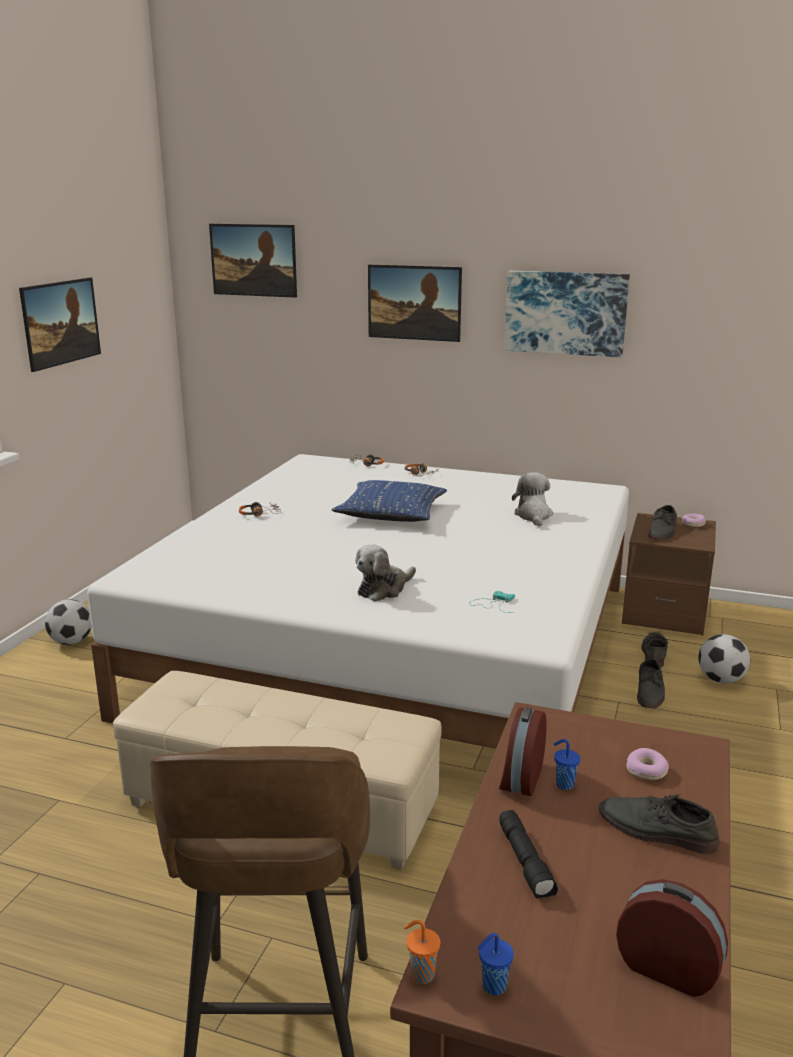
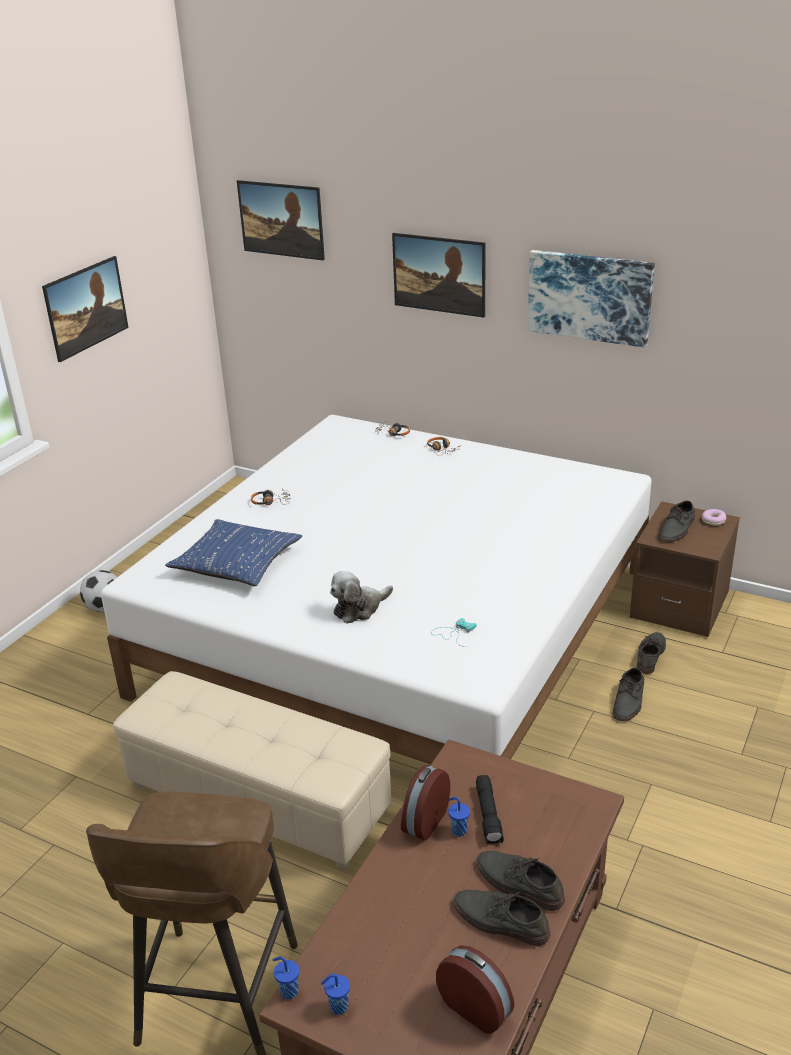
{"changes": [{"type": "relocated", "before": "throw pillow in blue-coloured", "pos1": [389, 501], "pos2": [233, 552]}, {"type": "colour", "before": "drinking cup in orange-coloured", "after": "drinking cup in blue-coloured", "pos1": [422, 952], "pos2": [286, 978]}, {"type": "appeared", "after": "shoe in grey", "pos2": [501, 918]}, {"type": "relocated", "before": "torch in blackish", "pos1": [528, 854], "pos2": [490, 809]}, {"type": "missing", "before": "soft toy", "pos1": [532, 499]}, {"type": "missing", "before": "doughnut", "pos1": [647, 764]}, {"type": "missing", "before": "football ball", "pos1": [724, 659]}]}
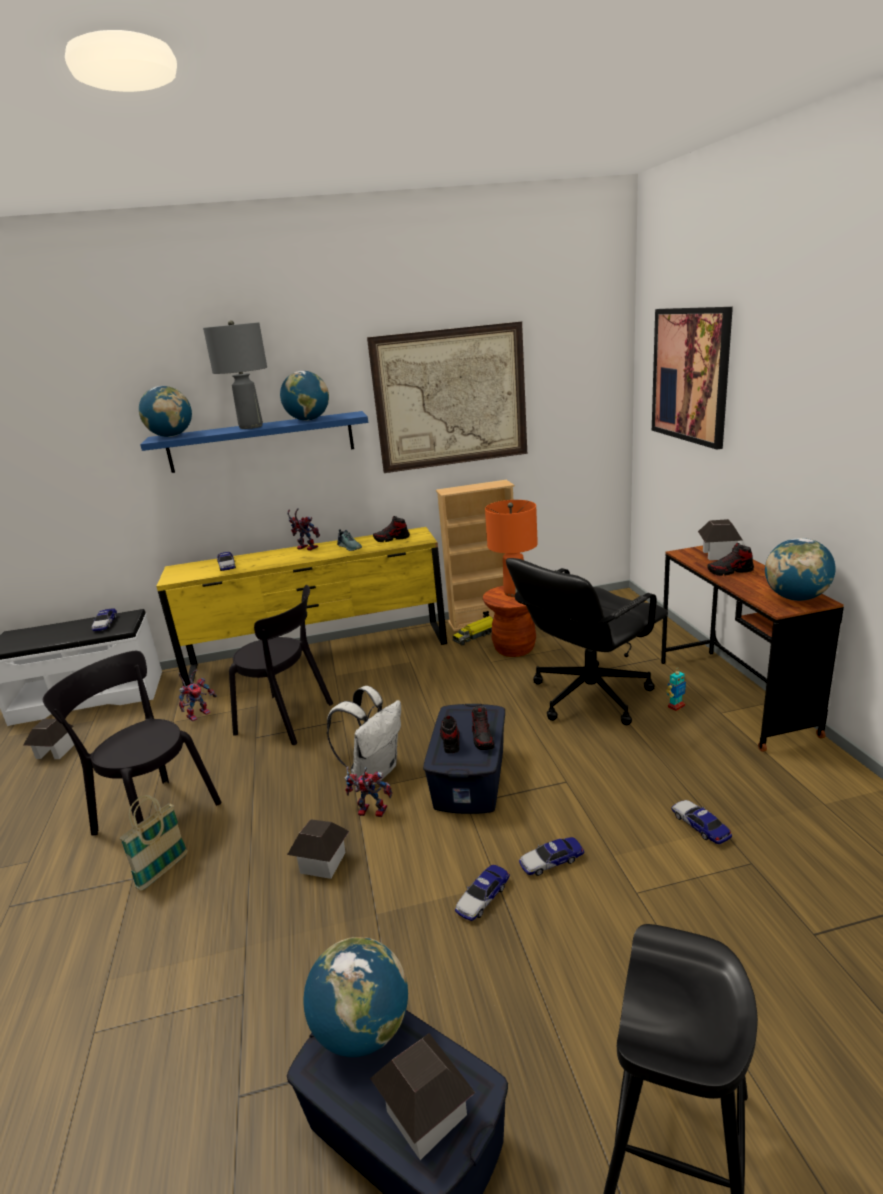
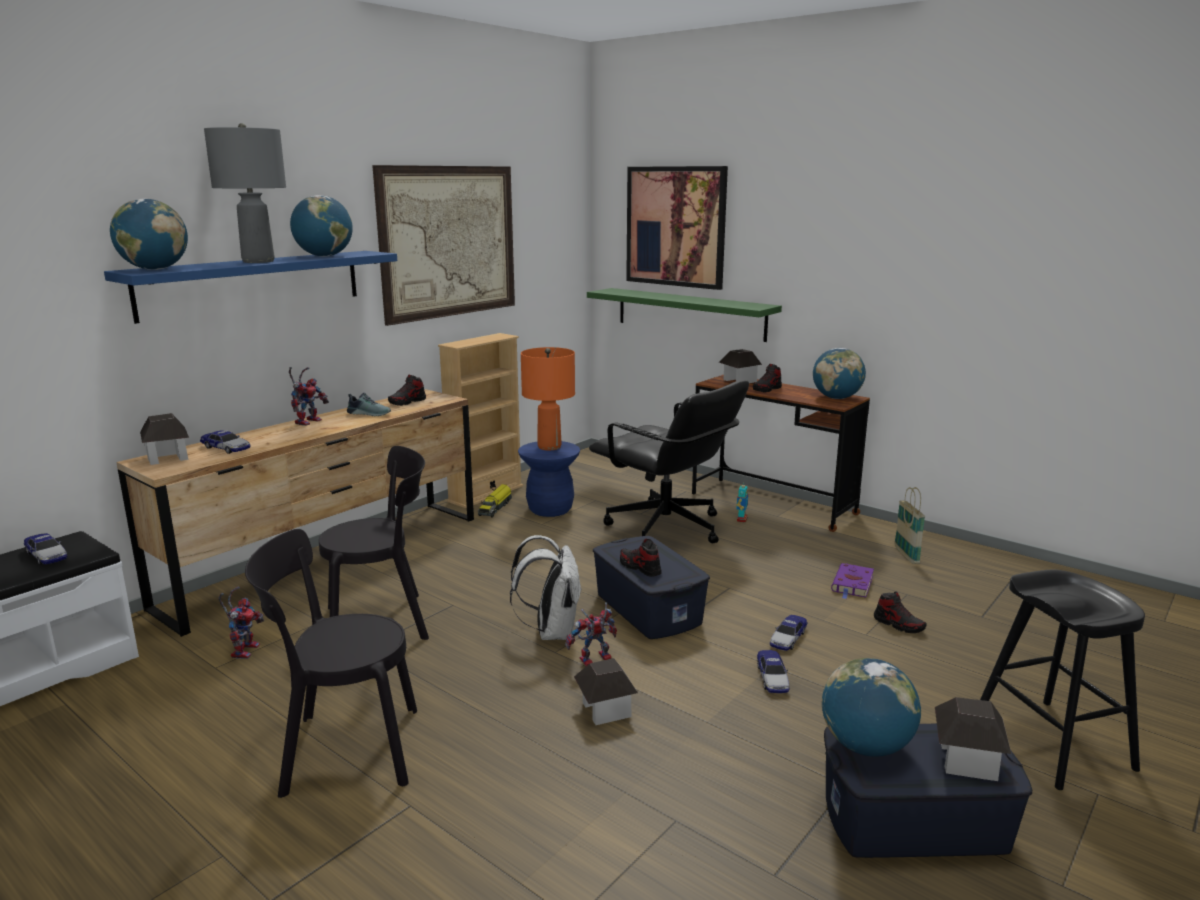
{"changes": [{"type": "colour", "before": "drawer chest in yellow-coloured", "after": "drawer chest in brownish", "pos1": [301, 606], "pos2": [295, 513]}, {"type": "relocated", "before": "model house", "pos1": [48, 739], "pos2": [164, 439]}, {"type": "spun", "before": "model robot", "pos1": [303, 529], "pos2": [309, 396], "turn": 120}, {"type": "colour", "before": "stool in brownish", "after": "stool in blue-coloured", "pos1": [509, 621], "pos2": [549, 479]}, {"type": "appeared", "after": "bracket shelf in green-coloured", "pos2": [684, 315]}, {"type": "spun", "before": "computer chair in blackish", "pos1": [587, 641], "pos2": [669, 461], "turn": -60}, {"type": "exchanged", "before": "toy car", "after": "bound book in purple-coloured", "pos1": [701, 822], "pos2": [852, 581]}, {"type": "relocated", "before": "shoe", "pos1": [483, 728], "pos2": [900, 612]}, {"type": "relocated", "before": "storage basket", "pos1": [153, 842], "pos2": [909, 525]}]}
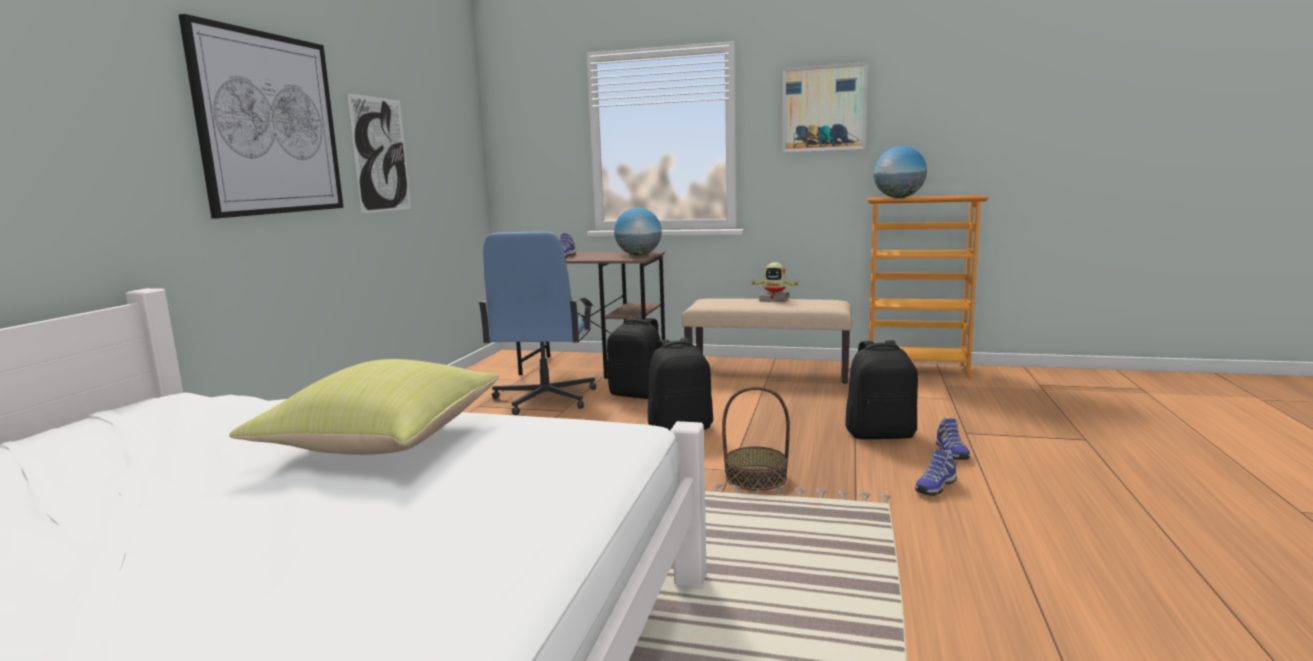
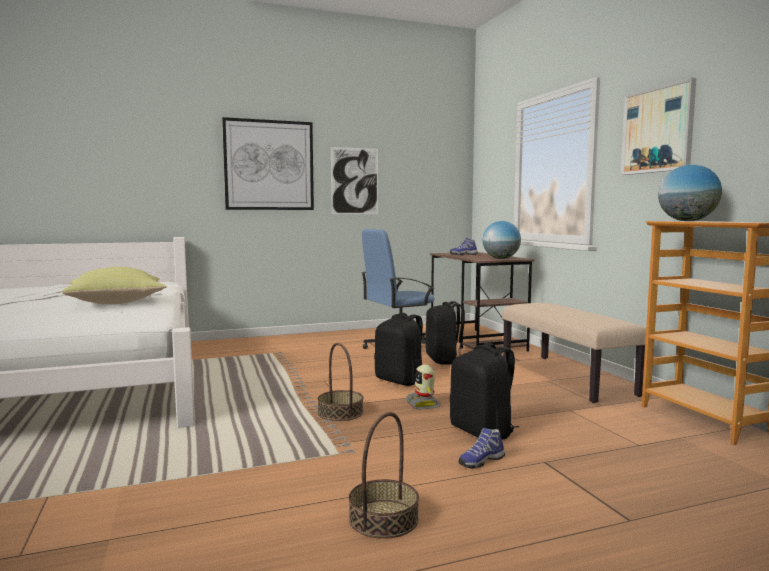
{"changes": [{"type": "appeared", "after": "storage basket", "pos2": [384, 475]}, {"type": "relocated", "before": "model robot", "pos1": [774, 282], "pos2": [423, 387]}, {"type": "missing", "before": "shoe", "pos1": [936, 473]}]}
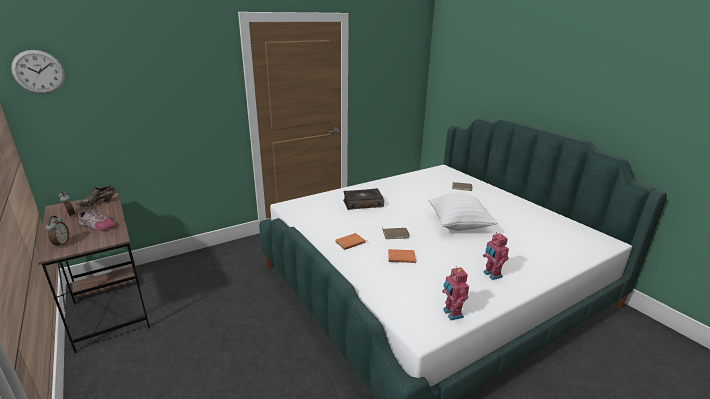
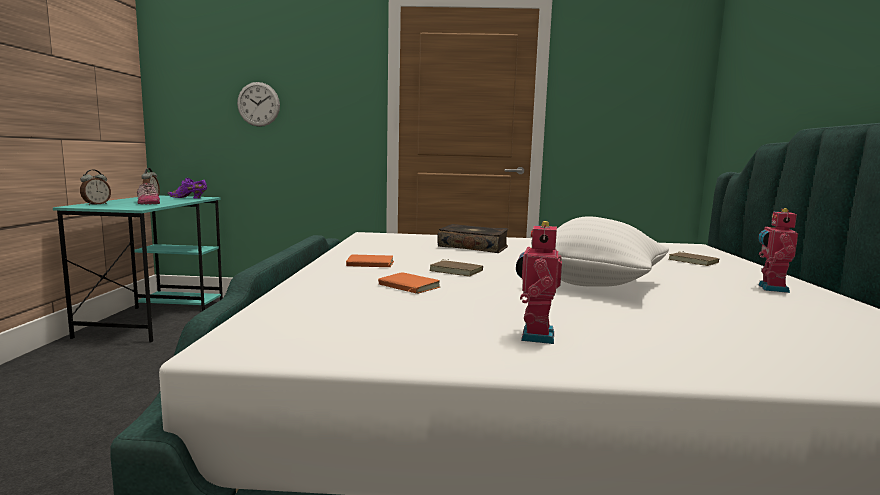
{"changes": [{"type": "colour", "before": "desk table in brownish", "after": "desk table in turquoise-coloured", "pos1": [94, 273], "pos2": [138, 269]}, {"type": "colour", "before": "shoe in brownish", "after": "shoe in purple-coloured", "pos1": [96, 196], "pos2": [187, 188]}, {"type": "relocated", "before": "wall clock", "pos1": [38, 72], "pos2": [258, 104]}, {"type": "relocated", "before": "model robot", "pos1": [455, 293], "pos2": [778, 250]}]}
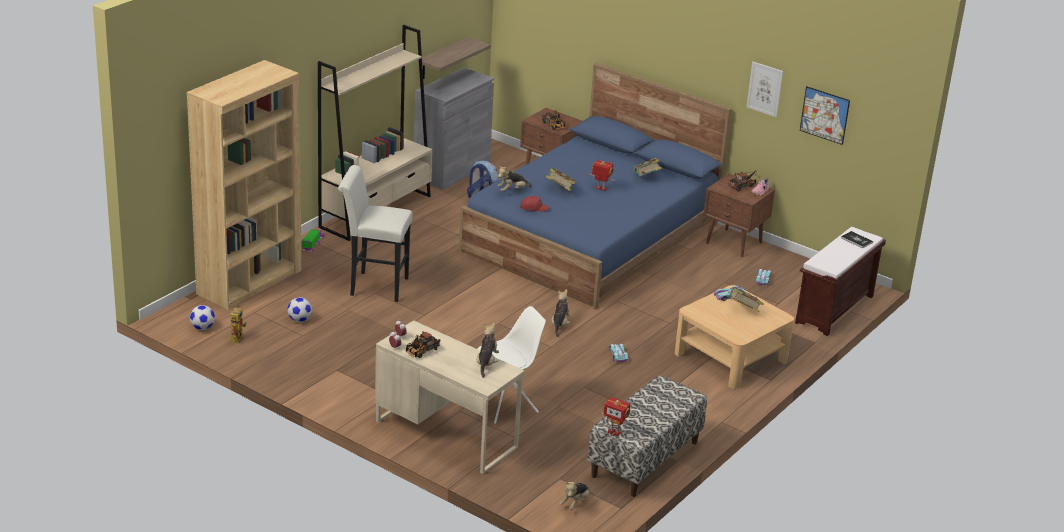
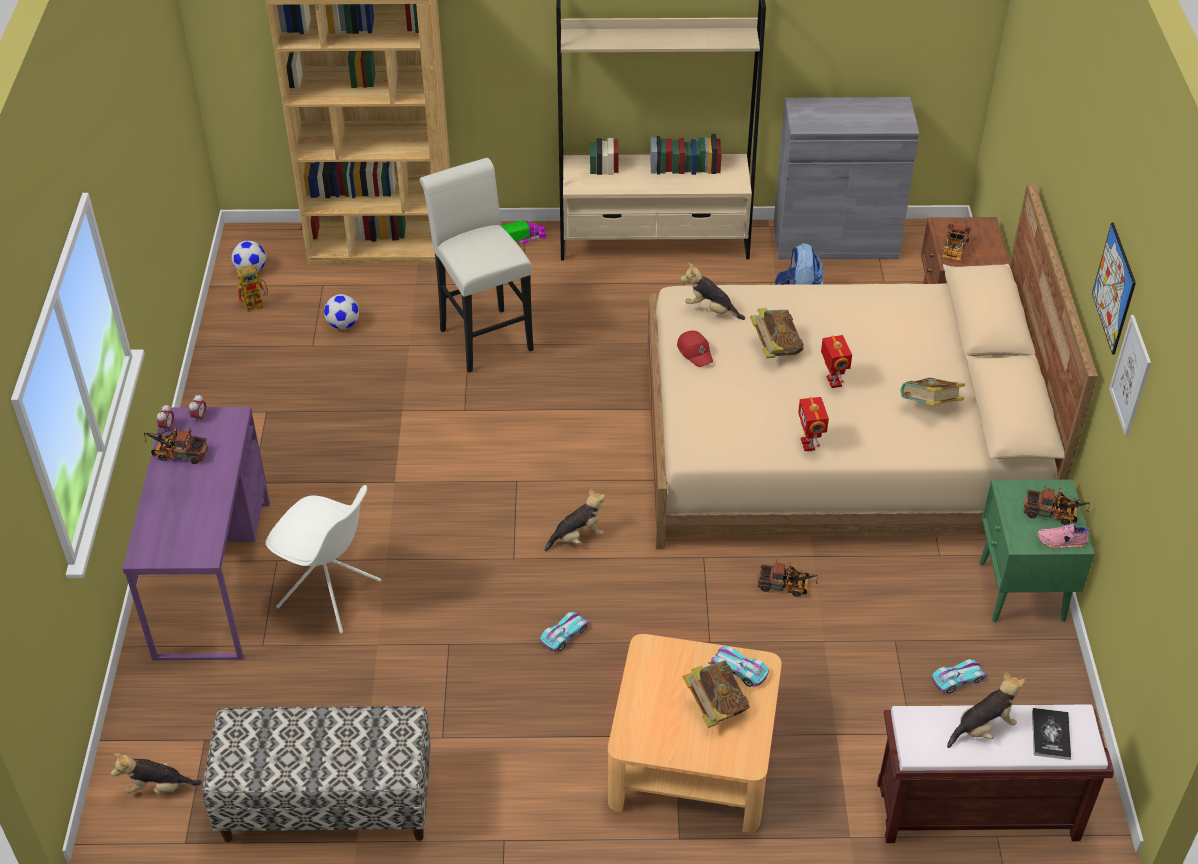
{"changes": [{"type": "colour", "before": "desk table in beige-coloured", "after": "desk table in purple-coloured", "pos1": [449, 397], "pos2": [196, 533]}, {"type": "colour", "before": "bed in blue-coloured", "after": "bed in beige-coloured", "pos1": [595, 186], "pos2": [872, 366]}, {"type": "appeared", "after": "toy truck", "pos2": [787, 578]}, {"type": "relocated", "before": "model robot", "pos1": [616, 416], "pos2": [813, 424]}, {"type": "relocated", "before": "soft toy", "pos1": [488, 350], "pos2": [986, 709]}, {"type": "colour", "before": "nightstand in brownish", "after": "nightstand in green-coloured", "pos1": [739, 215], "pos2": [1037, 550]}, {"type": "relocated", "before": "wall picture", "pos1": [825, 115], "pos2": [1114, 288]}, {"type": "missing", "before": "bracket shelf", "pos1": [454, 58]}]}
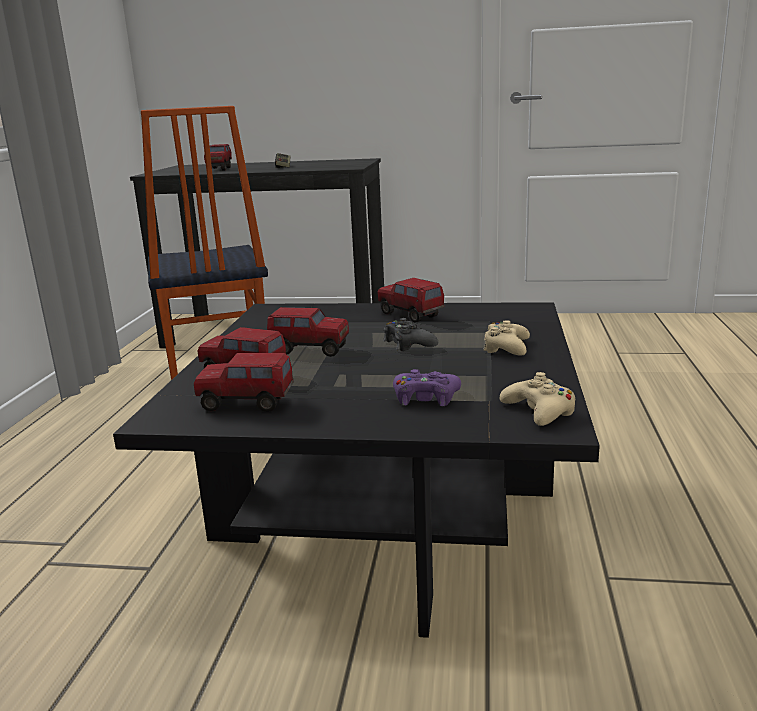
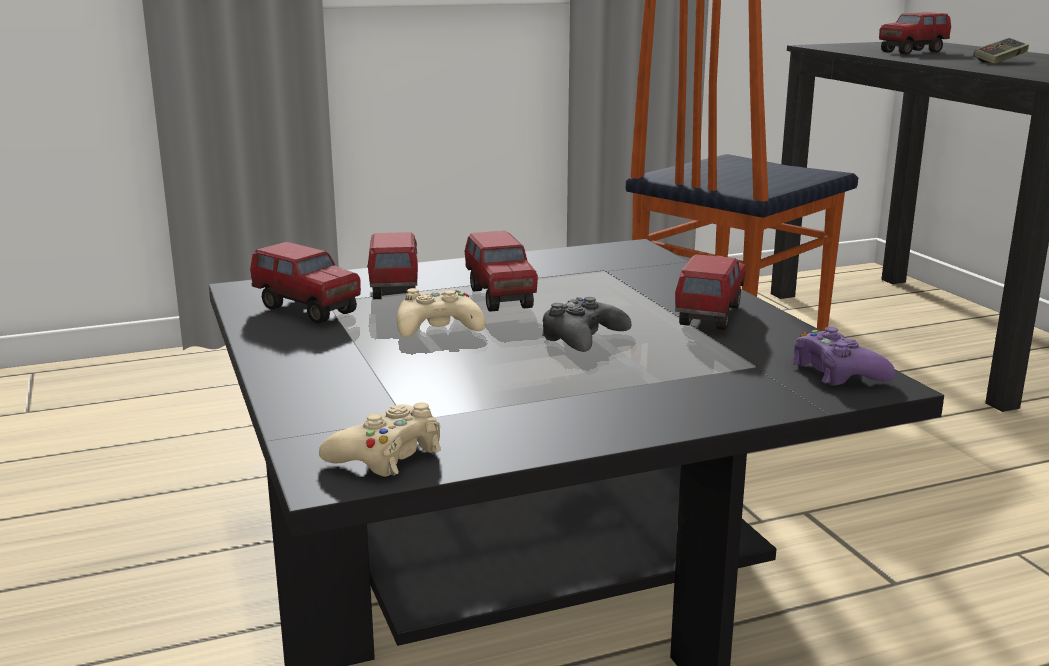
{"changes": [{"type": "spun", "before": "toy truck", "pos1": [244, 382], "pos2": [305, 282], "turn": 150}, {"type": "relocated", "before": "game controller in beige-coloured", "pos1": [506, 337], "pos2": [441, 312]}, {"type": "relocated", "before": "game controller in purple-coloured", "pos1": [427, 387], "pos2": [843, 356]}]}
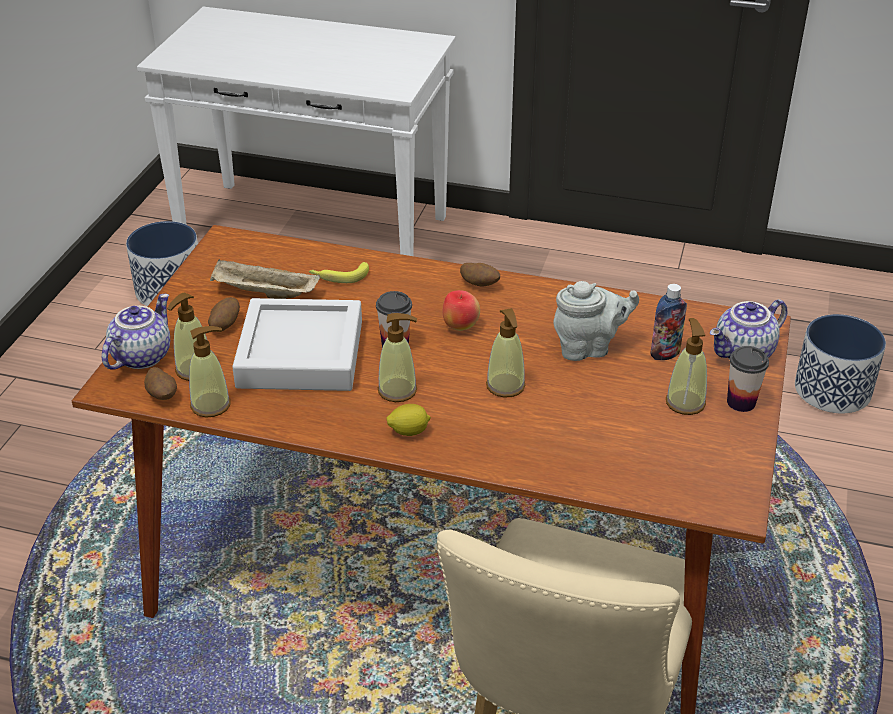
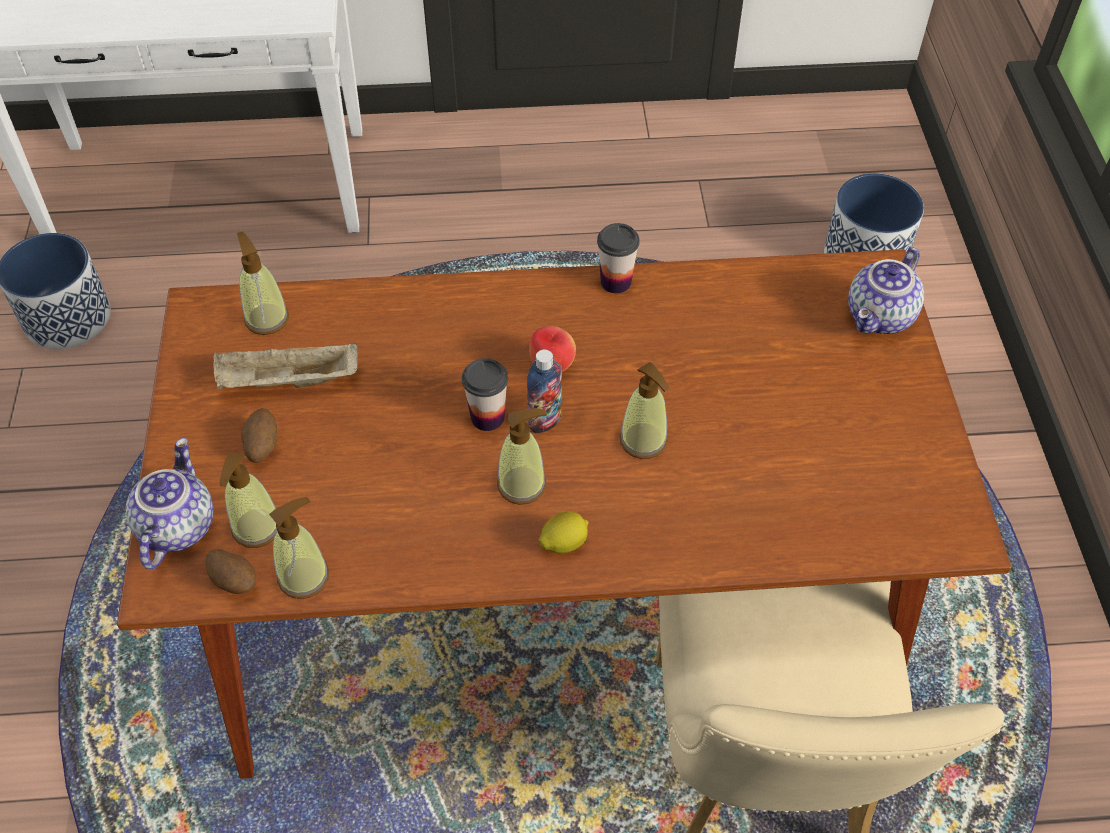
{"changes": [{"type": "relocated", "before": "soap dispenser", "pos1": [686, 366], "pos2": [263, 283]}, {"type": "relocated", "before": "beverage bottle", "pos1": [669, 322], "pos2": [544, 392]}, {"type": "relocated", "before": "drinking cup", "pos1": [748, 379], "pos2": [618, 258]}, {"type": "missing", "before": "tray in grey", "pos1": [297, 344]}, {"type": "missing", "before": "banana fruit", "pos1": [339, 272]}, {"type": "missing", "before": "spud", "pos1": [480, 275]}, {"type": "missing", "before": "teapot in grey", "pos1": [596, 321]}]}
